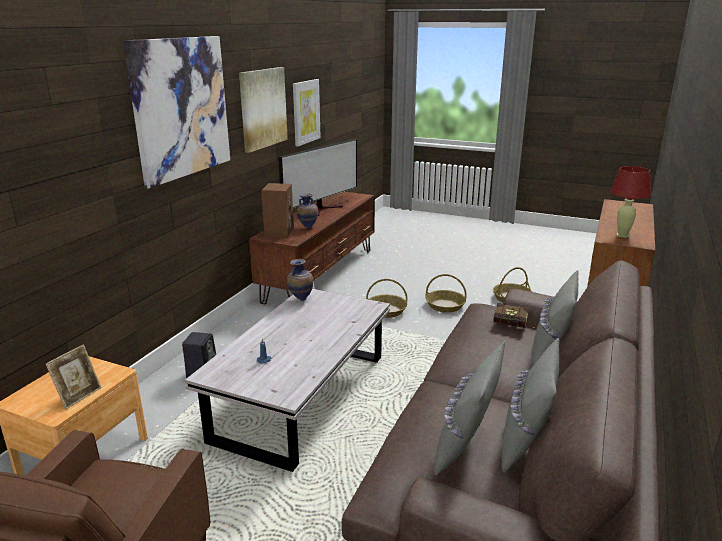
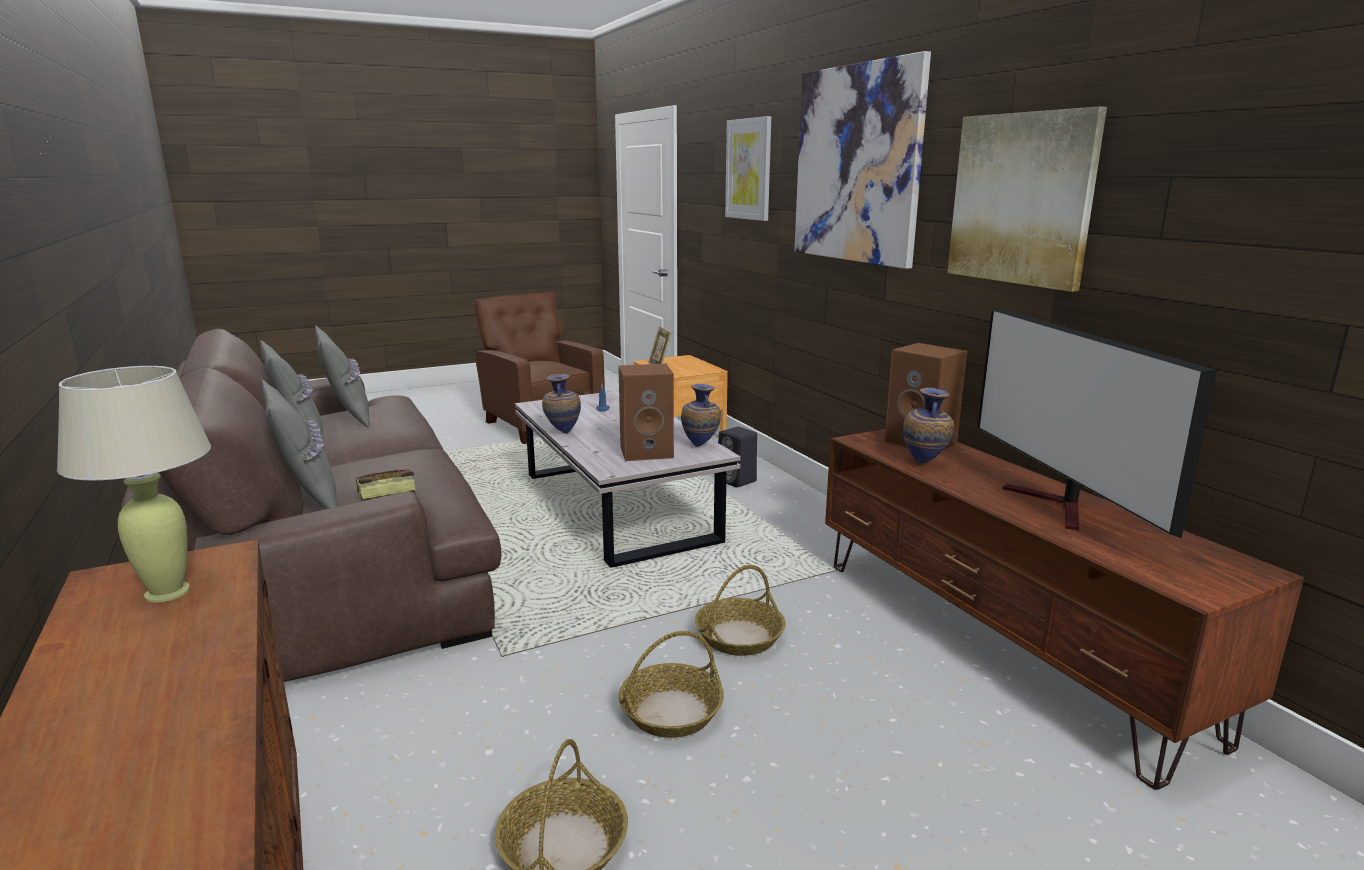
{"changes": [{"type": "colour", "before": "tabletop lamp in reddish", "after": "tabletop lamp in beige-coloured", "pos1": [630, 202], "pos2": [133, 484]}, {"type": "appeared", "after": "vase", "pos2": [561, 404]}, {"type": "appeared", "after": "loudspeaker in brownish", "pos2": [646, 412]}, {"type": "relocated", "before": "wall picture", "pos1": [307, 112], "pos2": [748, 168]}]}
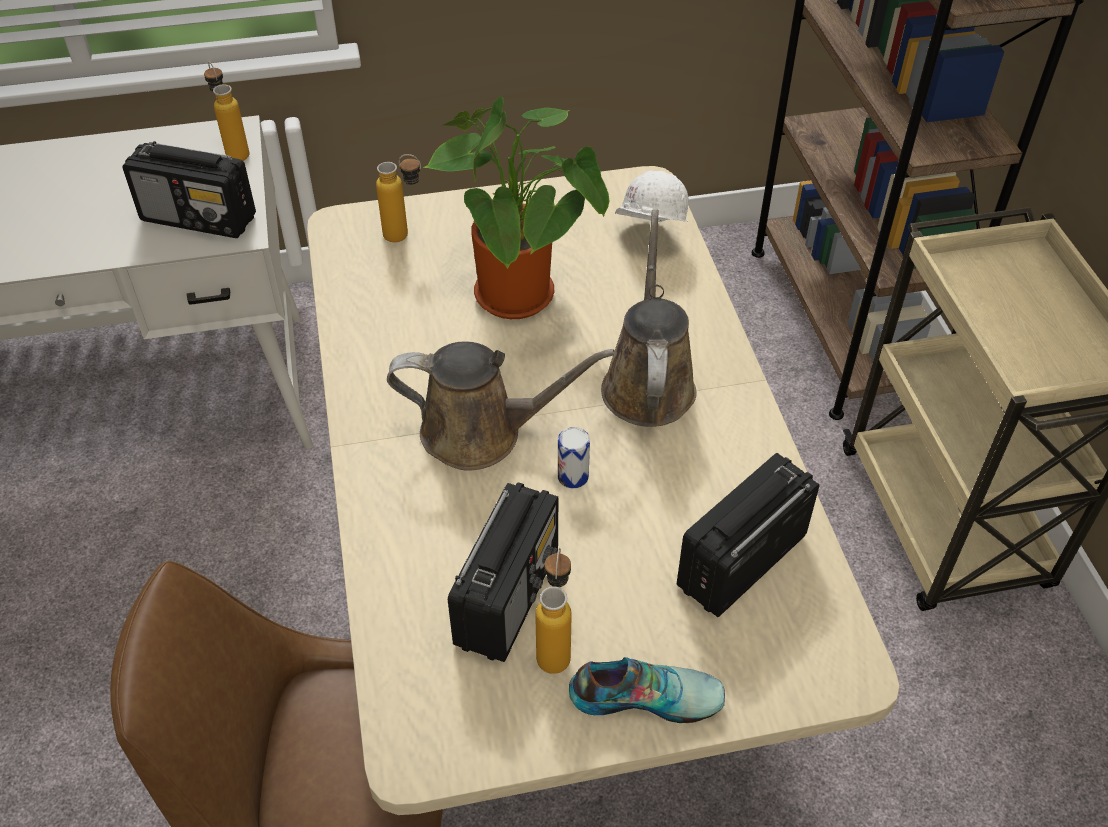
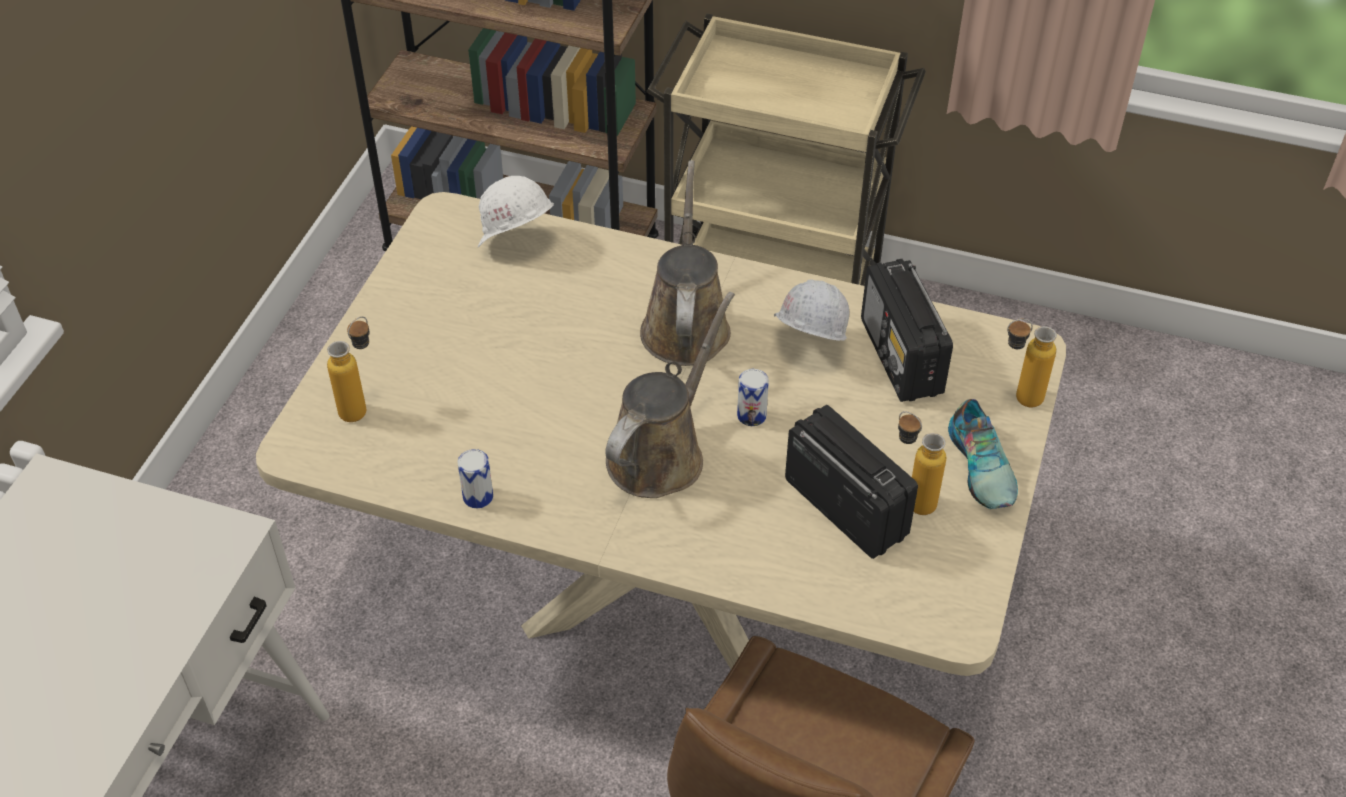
{"changes": [{"type": "appeared", "after": "metal can", "pos2": [475, 478]}, {"type": "spun", "before": "watering pot in brownish", "pos1": [649, 318], "pos2": [685, 263], "turn": 60}, {"type": "appeared", "after": "safety helmet in white-coloured", "pos2": [811, 310]}, {"type": "spun", "before": "shoe", "pos1": [647, 690], "pos2": [983, 454], "turn": 135}, {"type": "relocated", "before": "beverage bottle", "pos1": [226, 111], "pos2": [1032, 363]}, {"type": "missing", "before": "radio receiver", "pos1": [189, 189]}, {"type": "missing", "before": "houseplant", "pos1": [516, 207]}]}
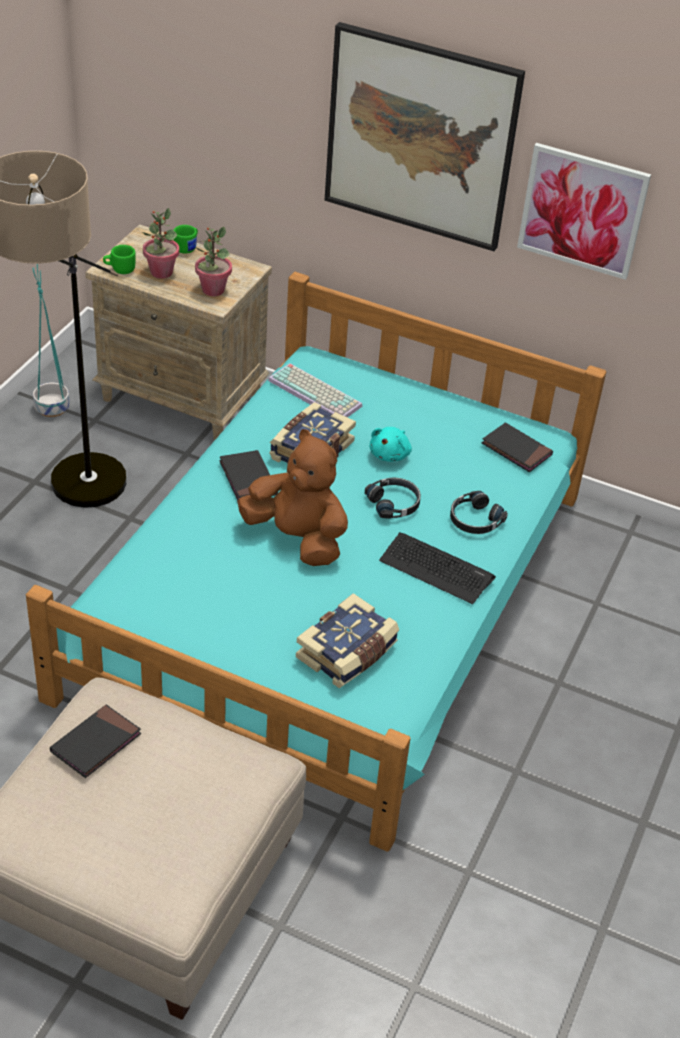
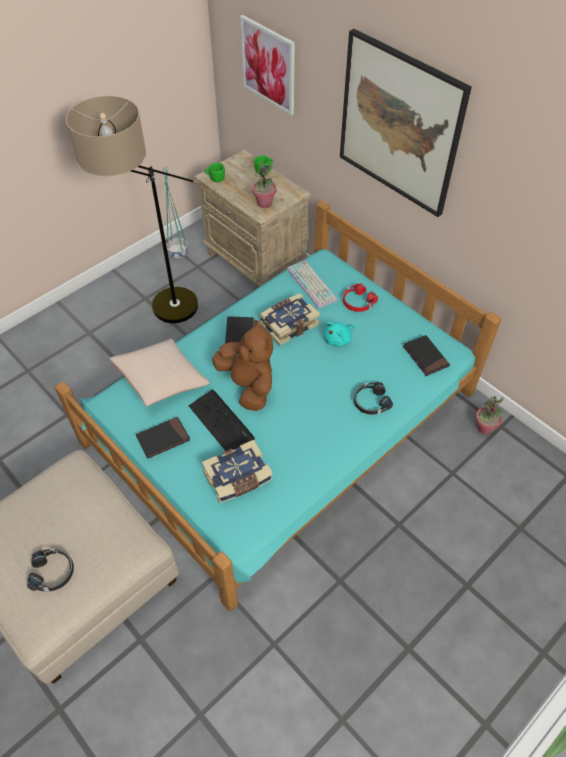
{"changes": [{"type": "relocated", "before": "headphones in blackish", "pos1": [393, 498], "pos2": [50, 570]}, {"type": "appeared", "after": "throw pillow in beige-coloured", "pos2": [160, 372]}, {"type": "relocated", "before": "bound book in blackish", "pos1": [95, 741], "pos2": [163, 438]}, {"type": "relocated", "before": "keyboard", "pos1": [437, 568], "pos2": [222, 420]}, {"type": "relocated", "before": "wall picture", "pos1": [584, 211], "pos2": [267, 65]}, {"type": "appeared", "after": "headphones in reddish", "pos2": [360, 297]}, {"type": "relocated", "before": "houseplant", "pos1": [160, 243], "pos2": [490, 415]}]}
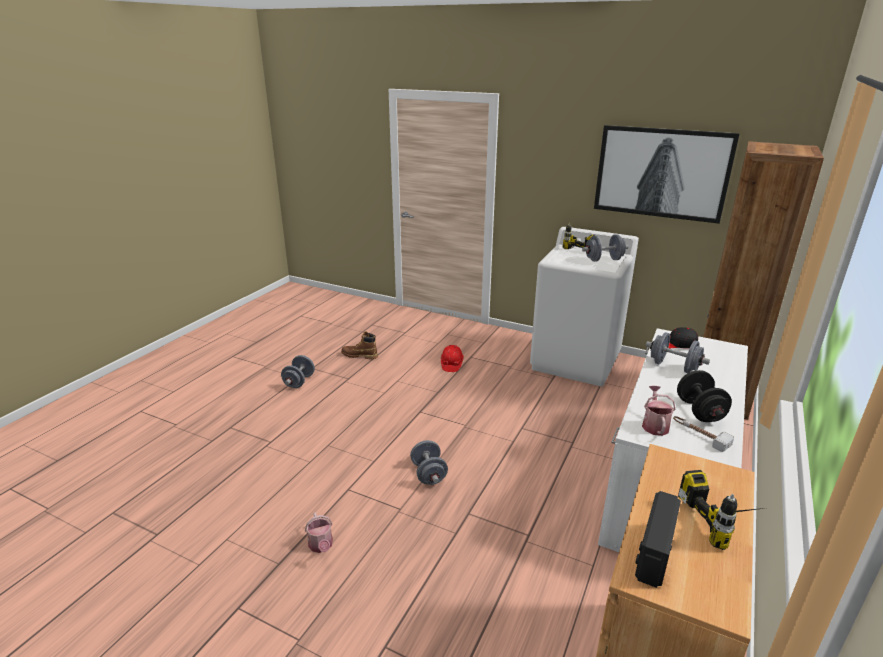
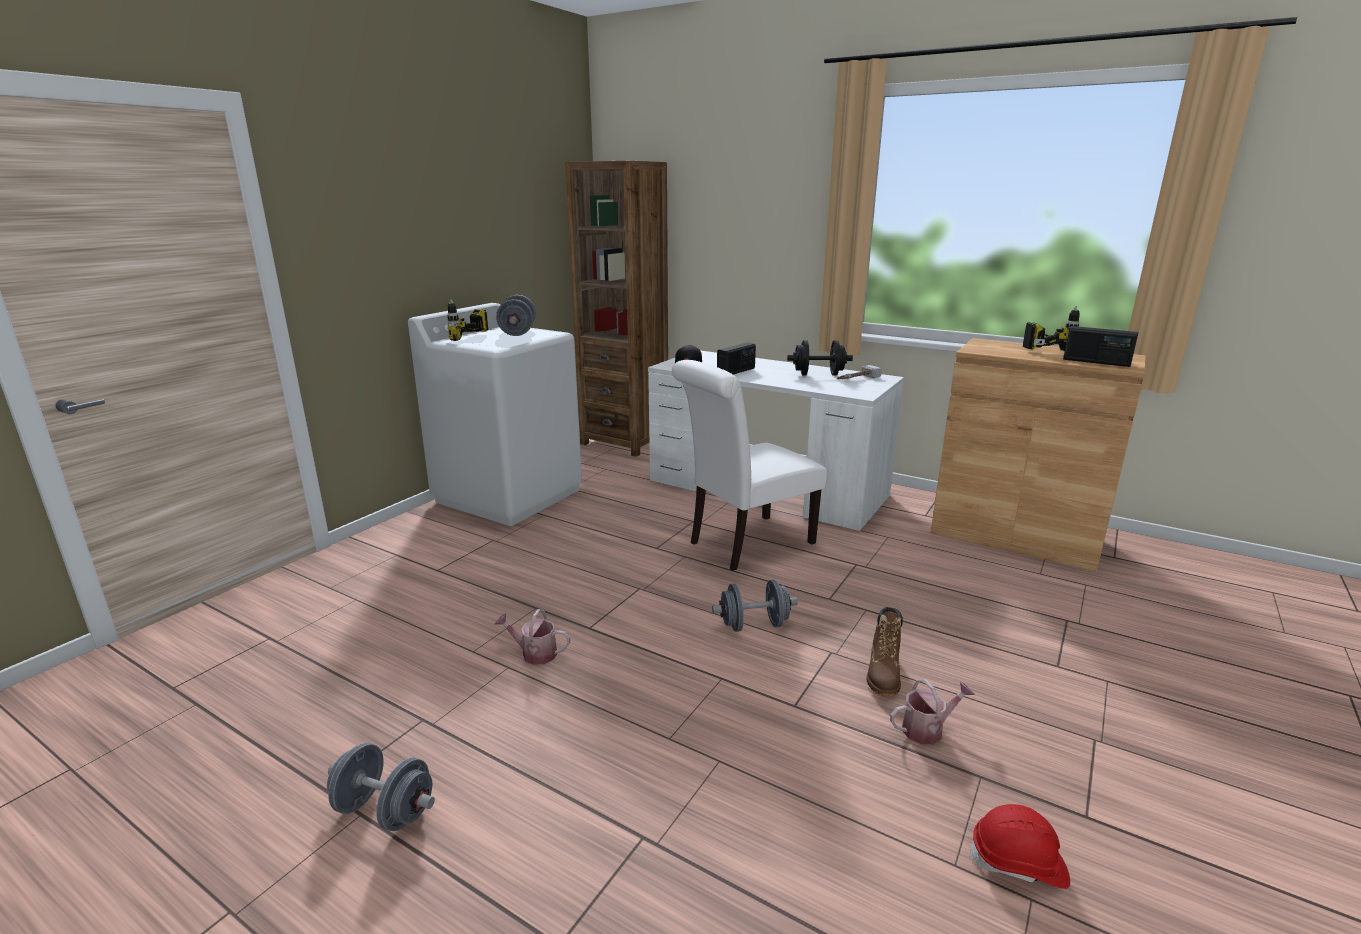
{"changes": [{"type": "relocated", "before": "watering pot", "pos1": [659, 411], "pos2": [532, 637]}, {"type": "appeared", "after": "plain chair in white-coloured", "pos2": [749, 465]}, {"type": "exchanged", "before": "hand weight in grey", "after": "radio receiver", "pos1": [678, 352], "pos2": [736, 358]}, {"type": "relocated", "before": "high-top boot in brownish", "pos1": [359, 345], "pos2": [885, 651]}, {"type": "relocated", "before": "safety helmet in reddish", "pos1": [452, 358], "pos2": [1019, 846]}, {"type": "missing", "before": "wall picture", "pos1": [667, 174]}]}
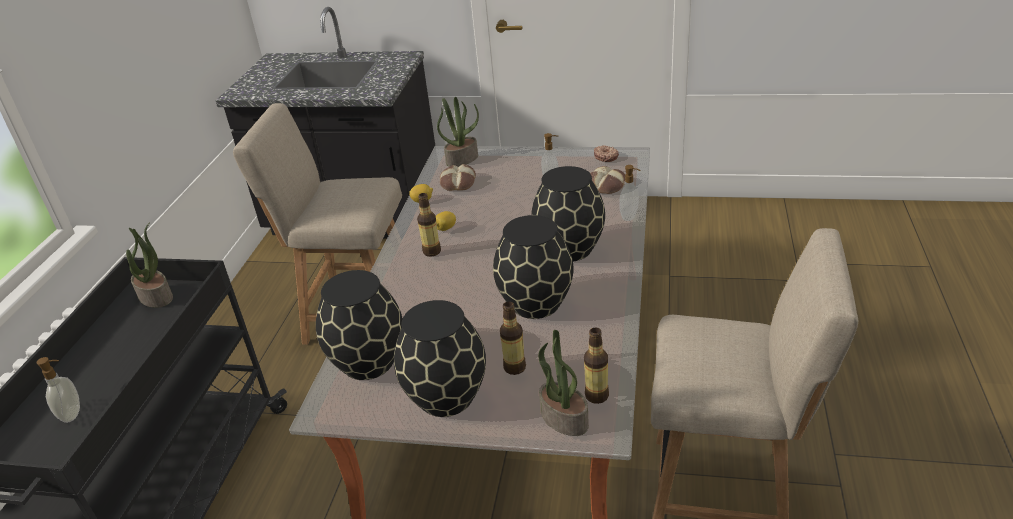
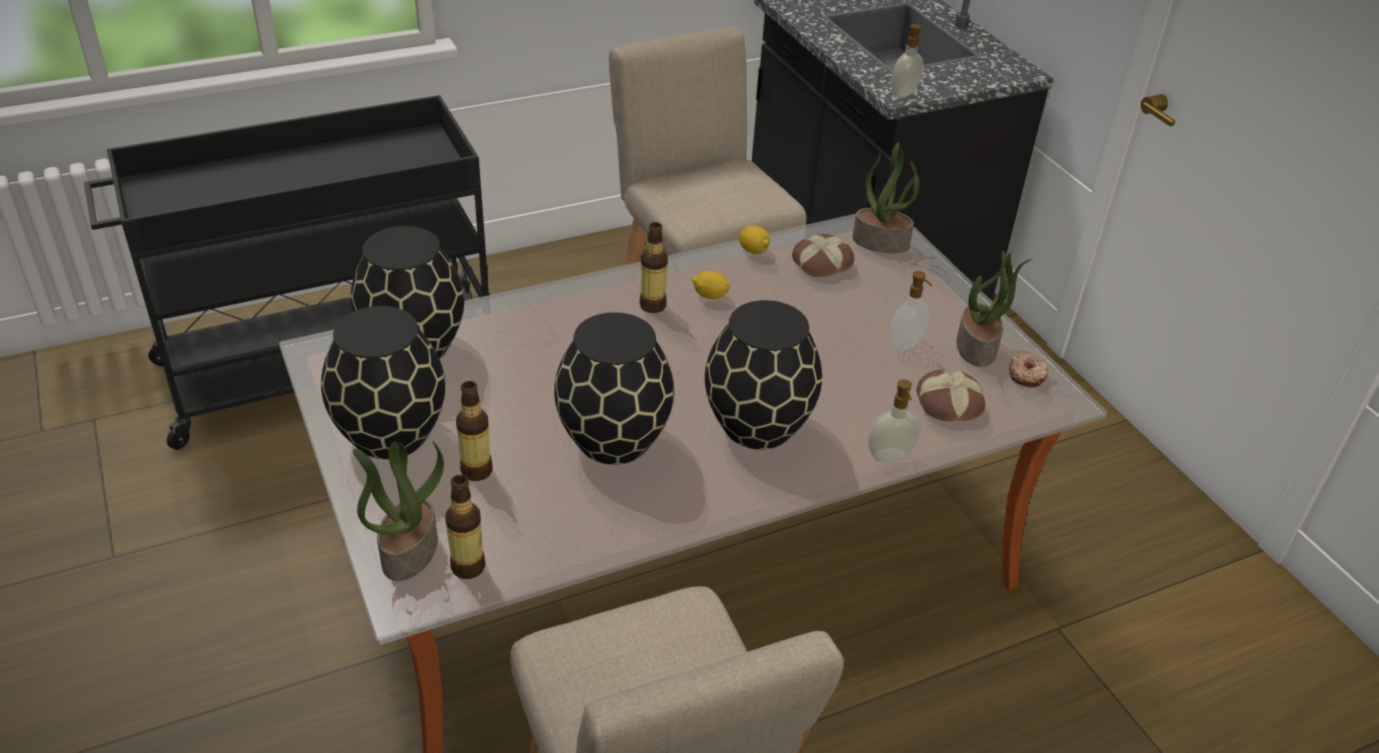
{"changes": [{"type": "relocated", "before": "soap dispenser", "pos1": [58, 390], "pos2": [909, 61]}, {"type": "relocated", "before": "houseplant", "pos1": [149, 265], "pos2": [994, 309]}]}
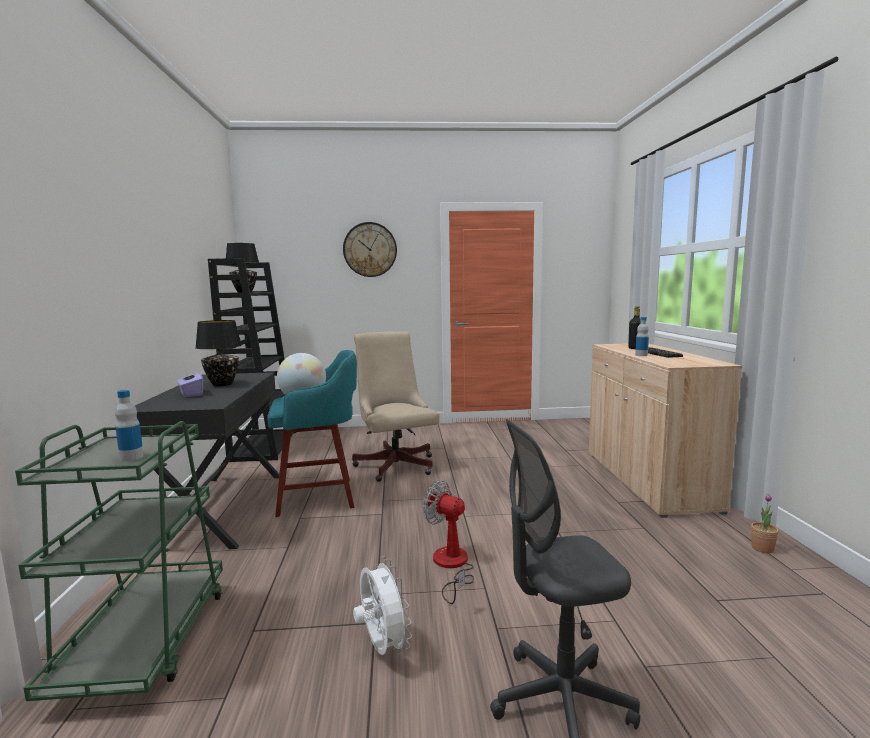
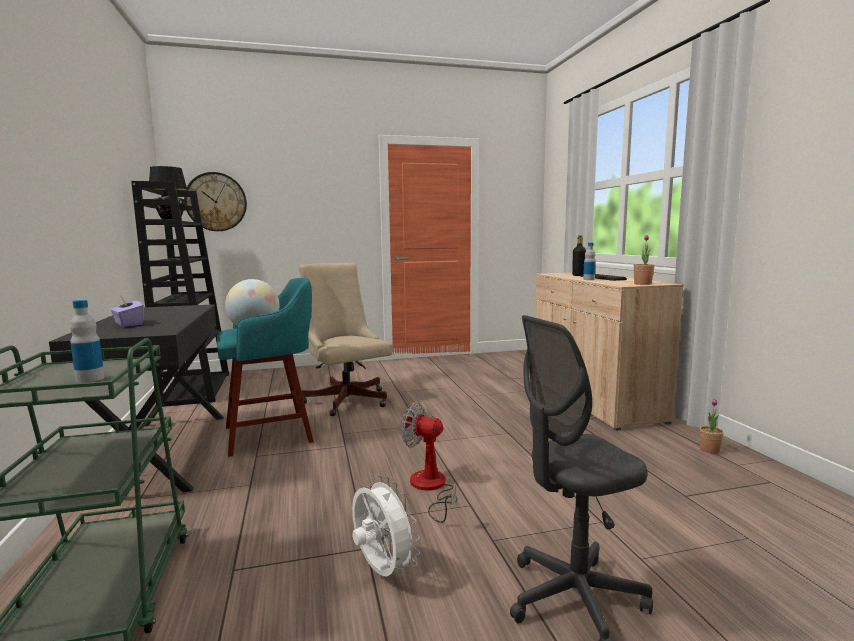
{"changes": [{"type": "relocated", "before": "wall clock", "pos1": [370, 249], "pos2": [215, 201]}, {"type": "appeared", "after": "houseplant", "pos2": [644, 260]}, {"type": "missing", "before": "tabletop lamp in blackish", "pos1": [218, 353]}]}
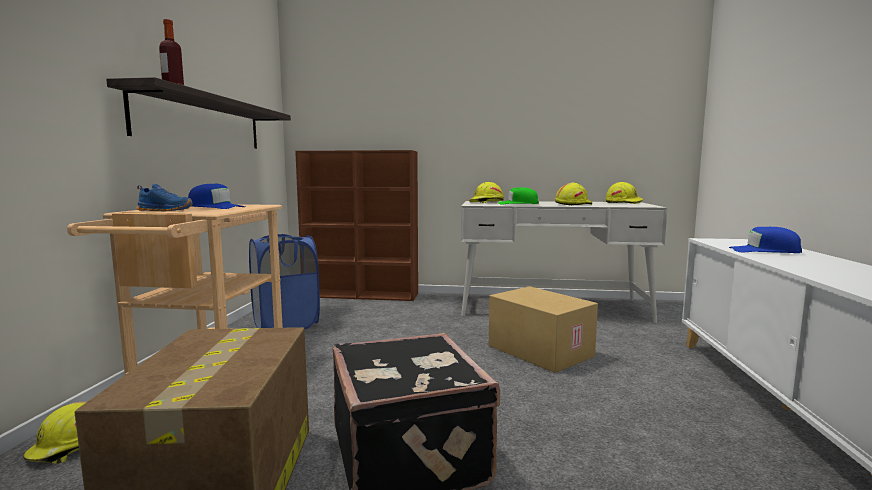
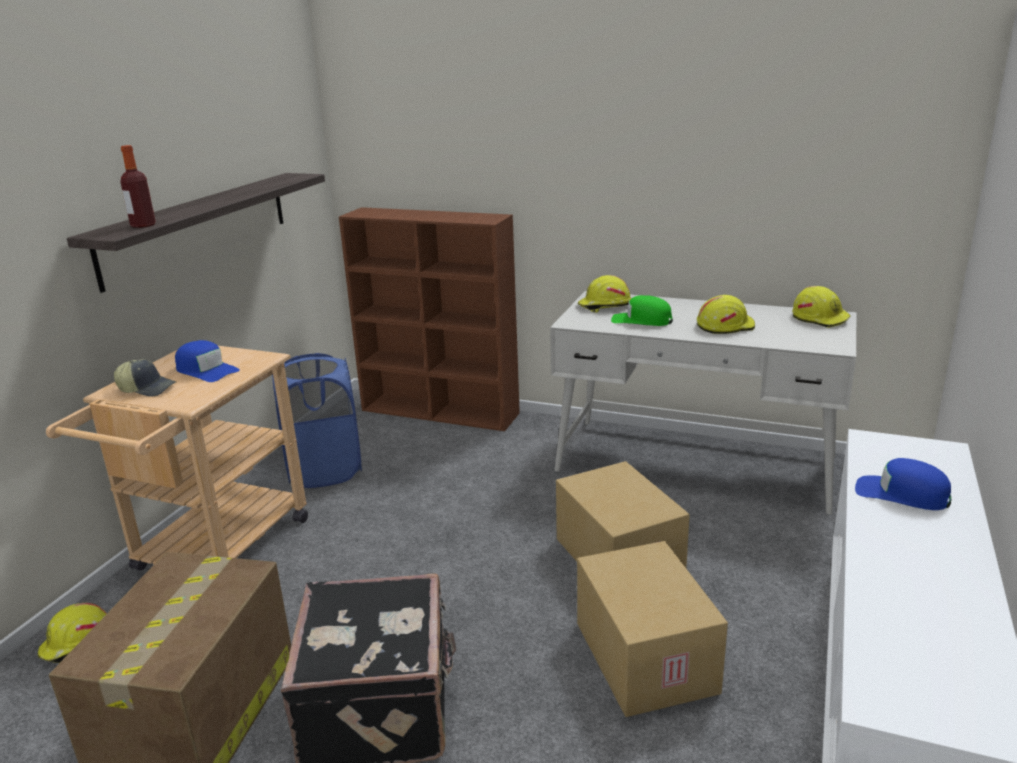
{"changes": [{"type": "exchanged", "before": "shoe in blue-coloured", "after": "cap", "pos1": [164, 197], "pos2": [145, 378]}, {"type": "appeared", "after": "carton", "pos2": [652, 629]}]}
